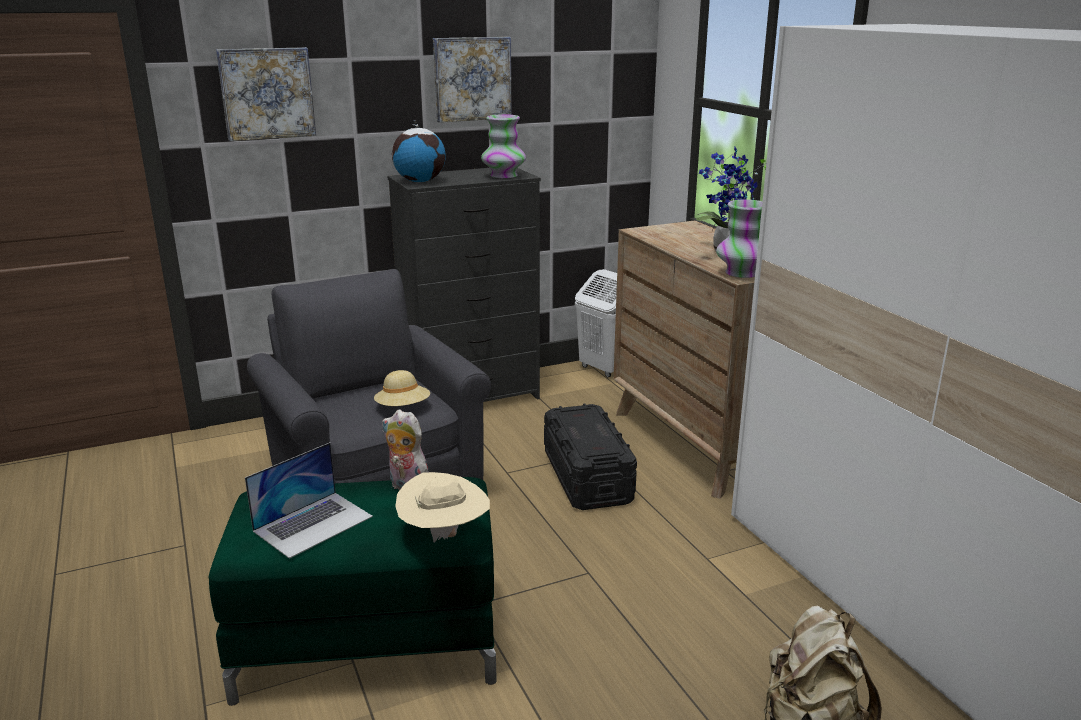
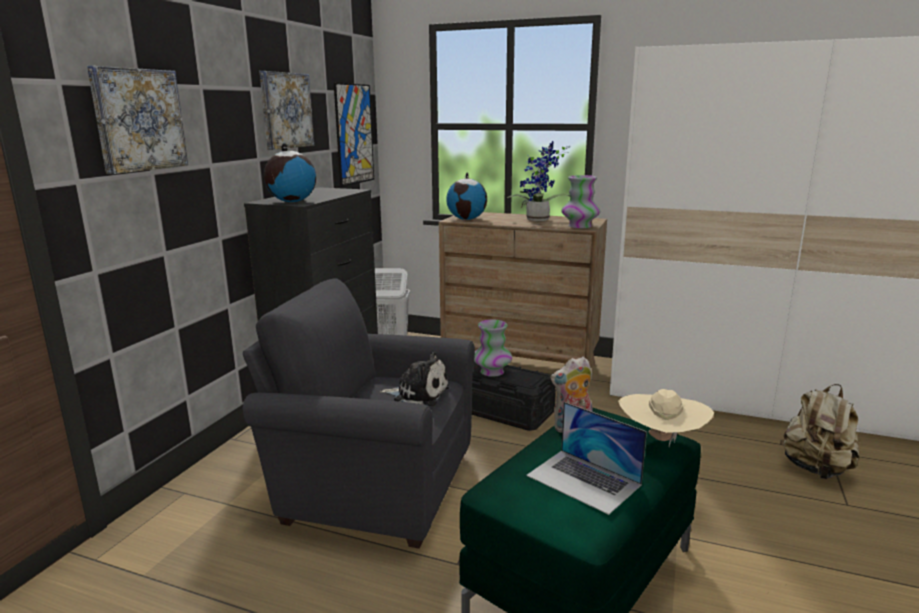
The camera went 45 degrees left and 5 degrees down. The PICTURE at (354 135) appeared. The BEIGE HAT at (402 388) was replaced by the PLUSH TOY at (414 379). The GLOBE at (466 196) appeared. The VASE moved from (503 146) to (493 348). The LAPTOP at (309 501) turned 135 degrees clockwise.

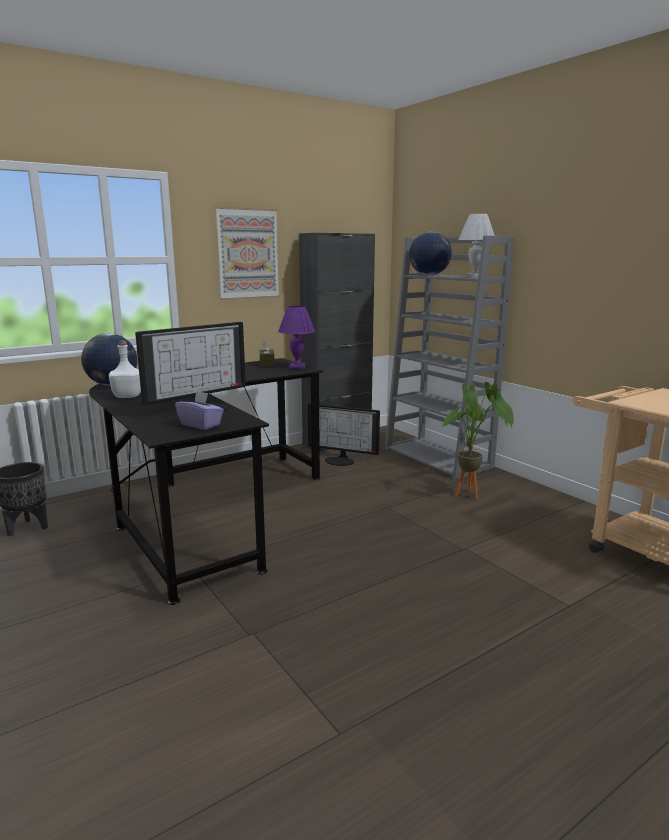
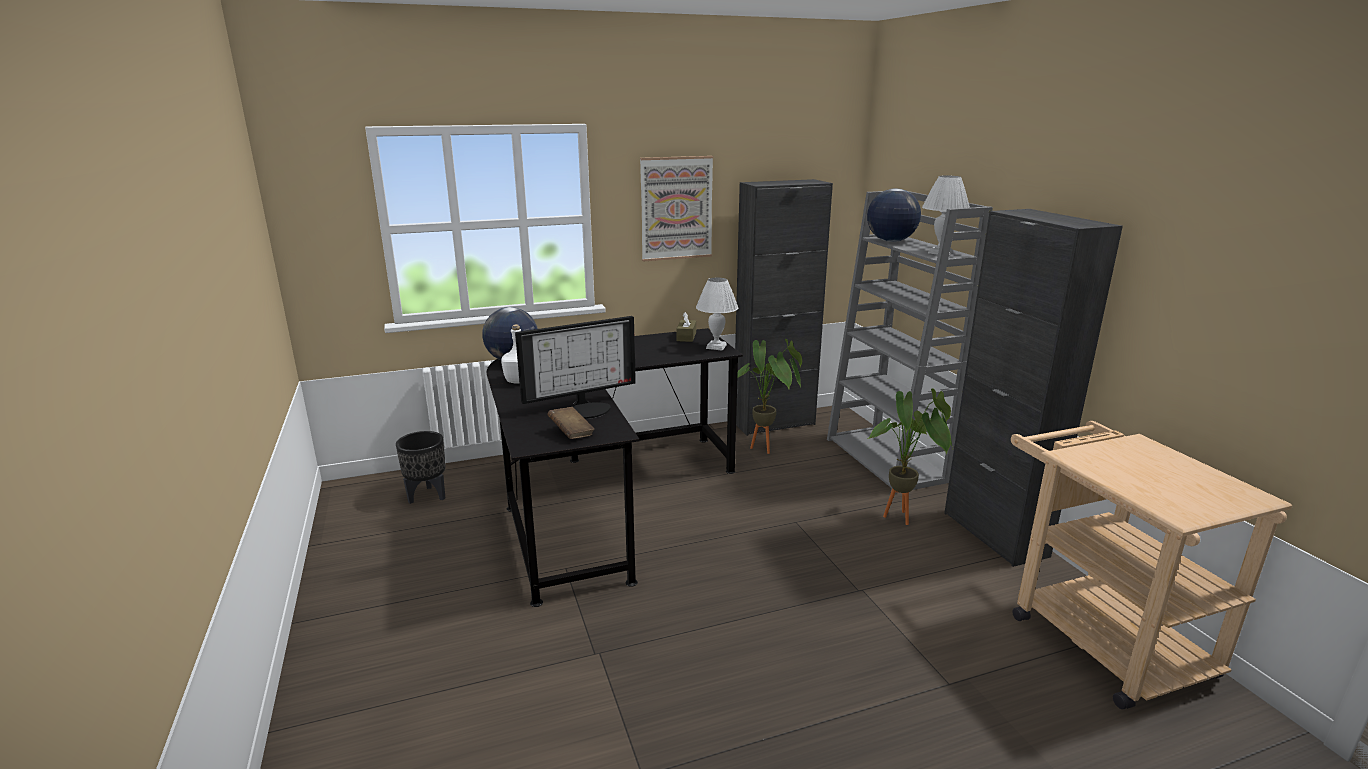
The camera went 15 degrees right and 5 degrees up. The PURPLE TISSUE BOX at (199 410) was replaced by the BROWN BOOK at (571 423). The PURPLE TABLE LAMP at (296 337) became the WHITE TABLE LAMP at (717 314). The MONITOR at (344 435) was replaced by the POTTED PLANT at (769 396). The BLACK CABINET at (1033 388) appeared.

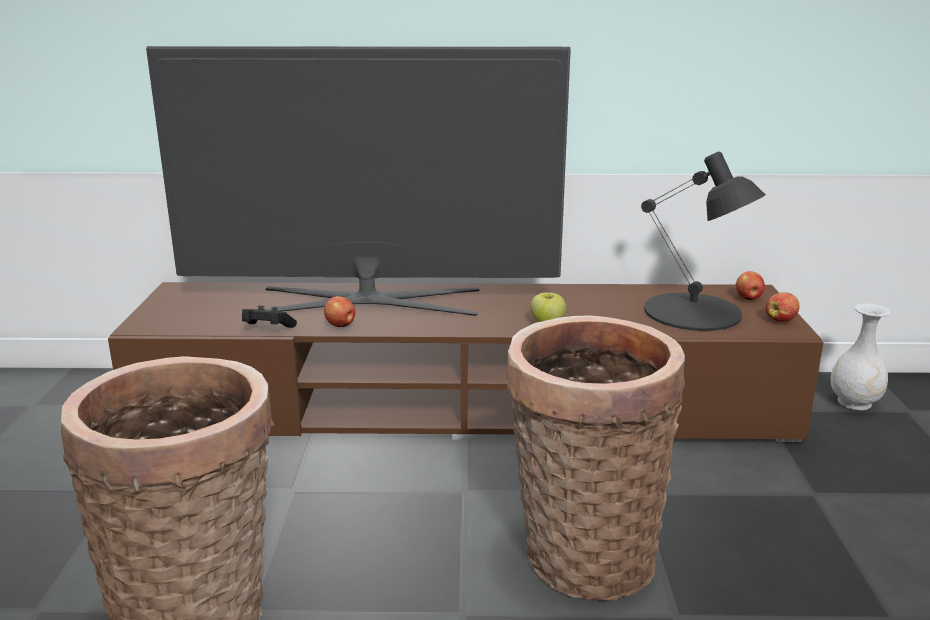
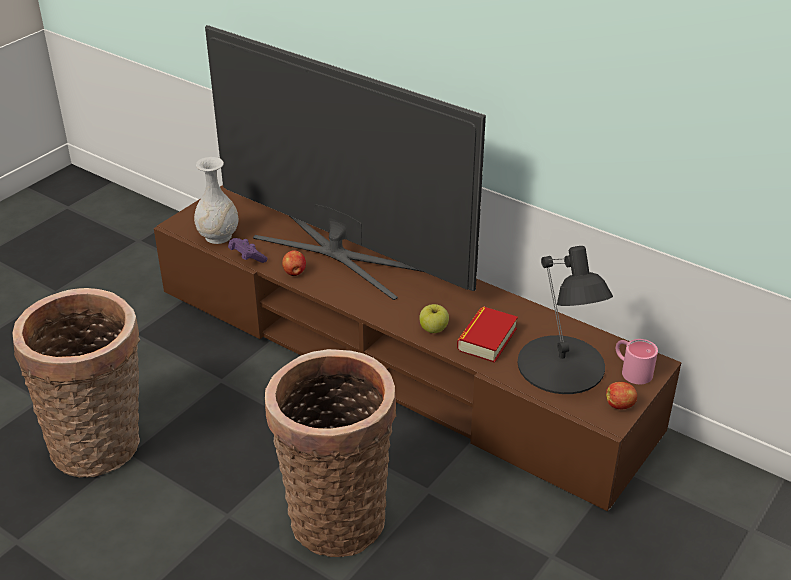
The camera went 35 degrees right and 15 degrees up. The WHITE VASE moved from (860 356) to (216 200). The BLACK GAME CONTROLLER at (269 316) became the PURPLE GAME CONTROLLER at (248 250). The BOOK at (487 334) appeared. The APPLE at (750 285) was replaced by the PINK MUG at (637 361).

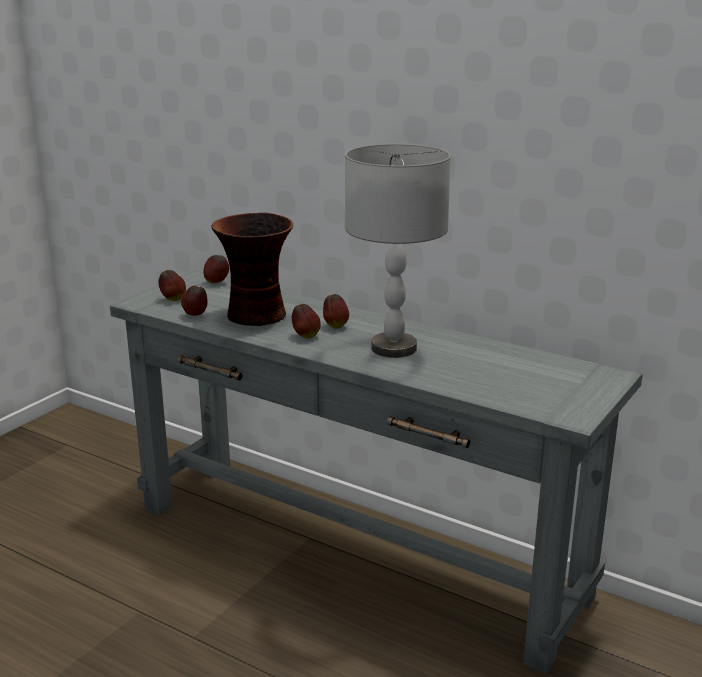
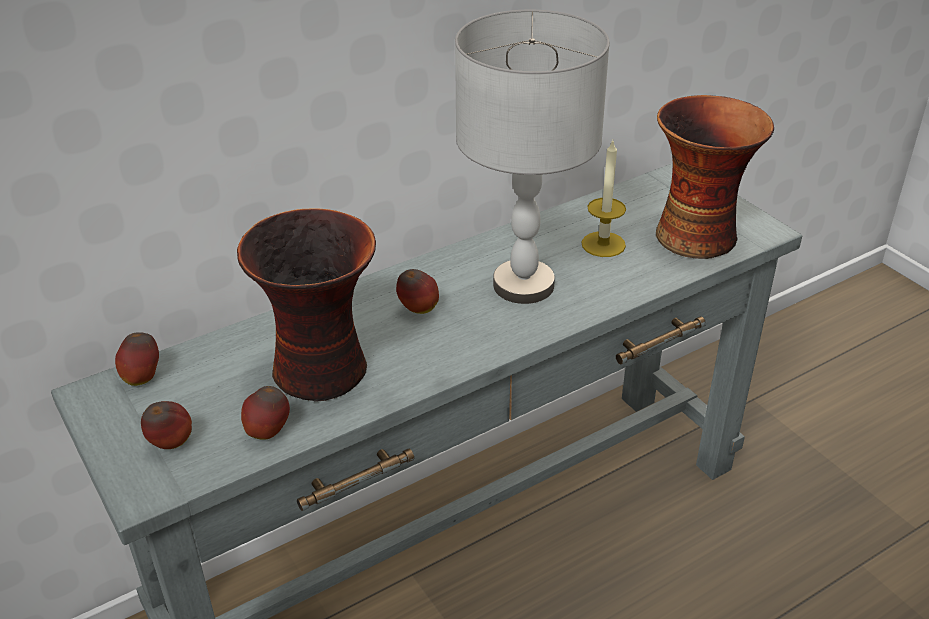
The camera went 65 degrees left and 15 degrees up. The CANDLE at (603 199) appeared. The VASE at (715 177) appeared. The APPLE at (306 321) disappeared.

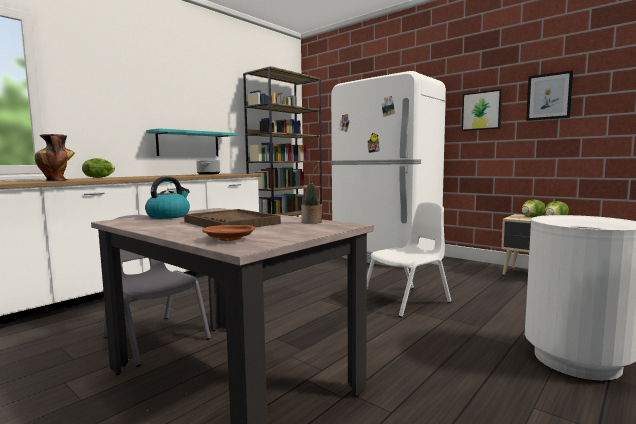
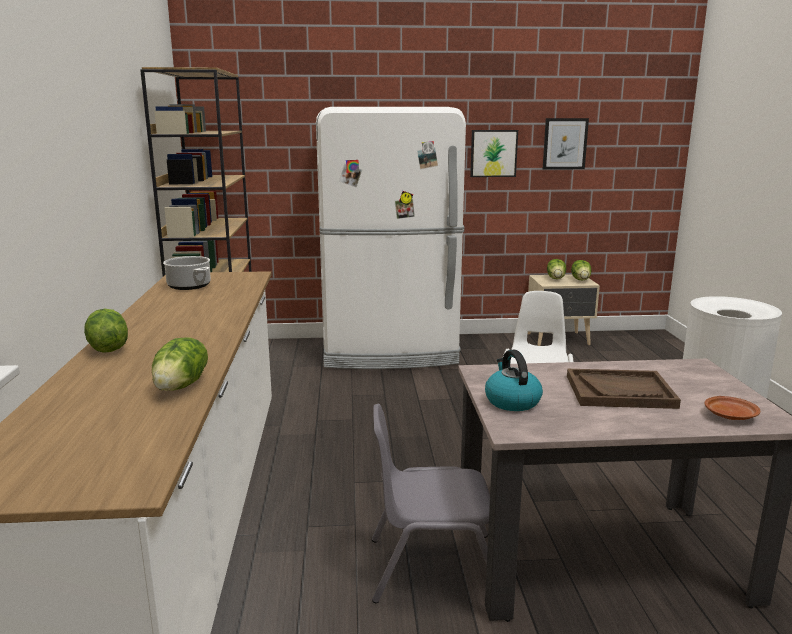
The camera went 45 degrees left and 10 degrees up. The VASE at (55 157) was replaced by the LETTUCE at (180 364). The TURQUOISE SHELF at (192 142) disappeared. The POTTED PLANT at (311 194) disappeared.

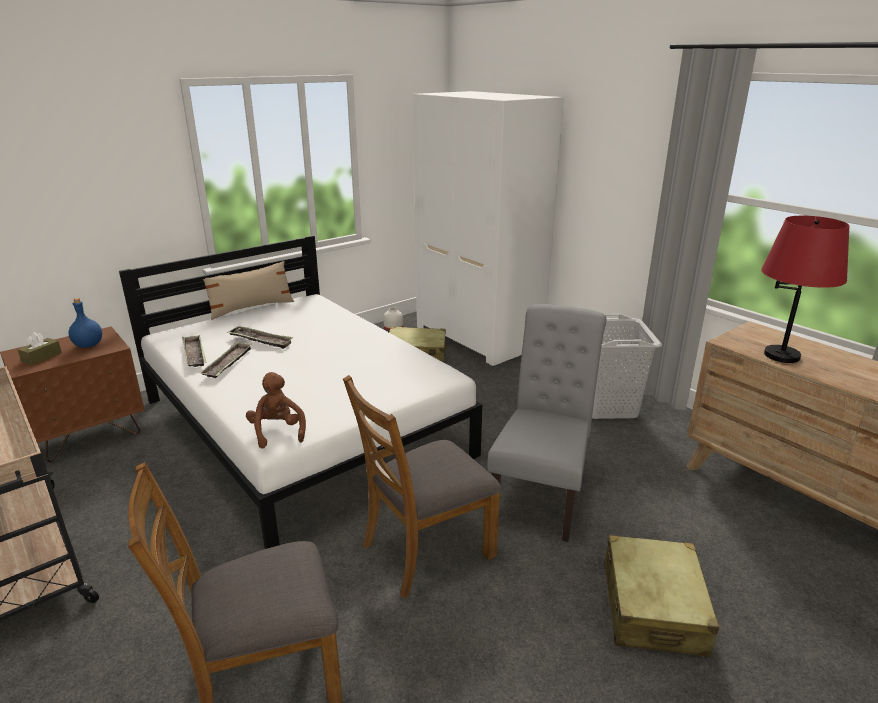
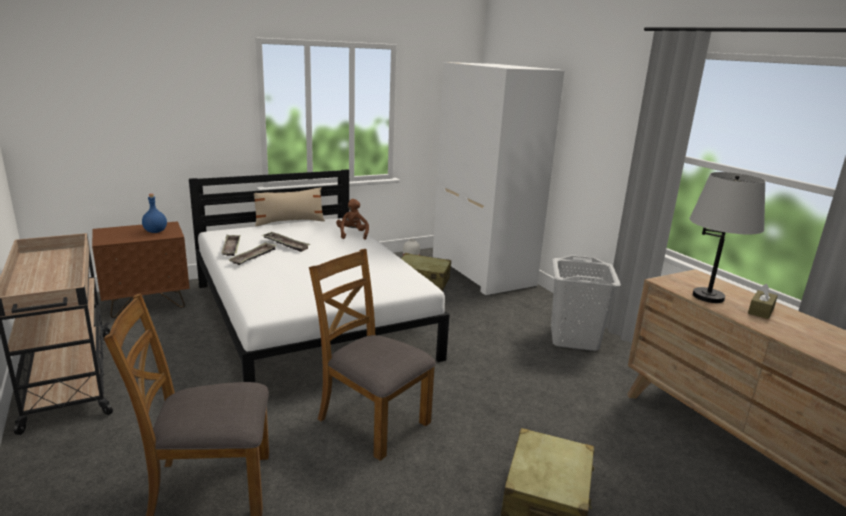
The camera went 10 degrees right and 5 degrees down. The BROWN CHAIR at (422 486) turned 60 degrees clockwise. The BROWN PLUSH TOY moved from (276 410) to (352 219). The RED TABLE LAMP at (805 289) became the GREY TABLE LAMP at (727 237). The BROWN TISSUE BOX moved from (40 348) to (763 301). The GREY CHAIR at (546 423) disappeared.

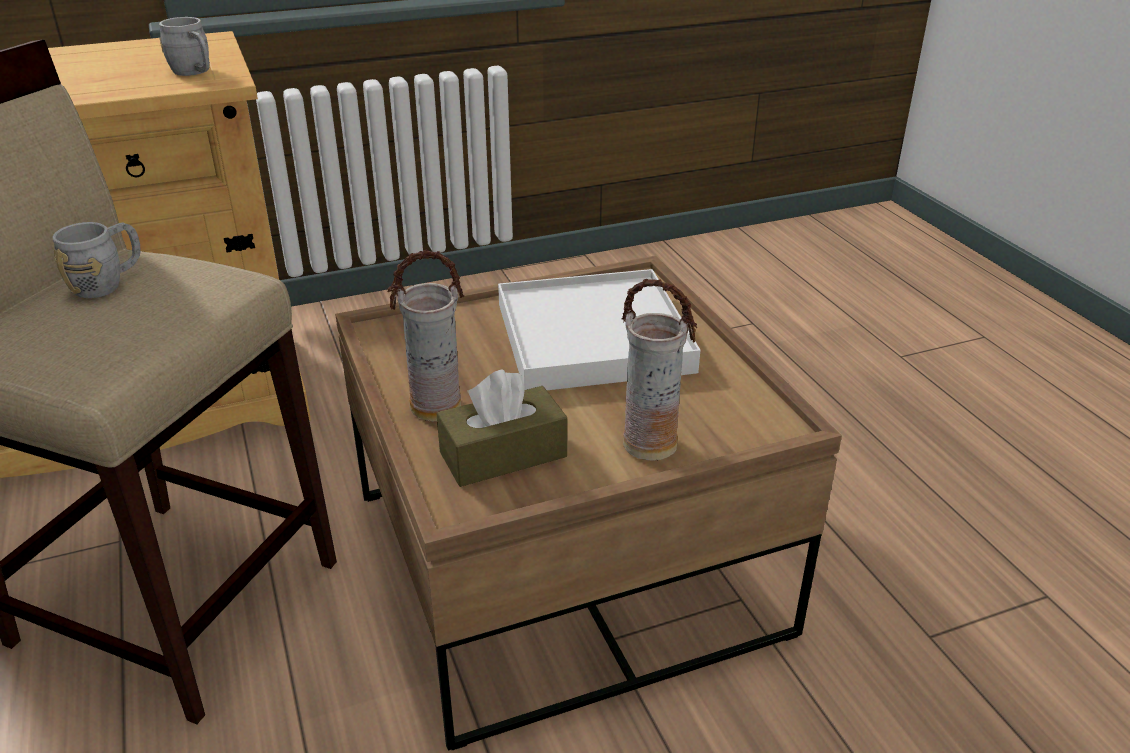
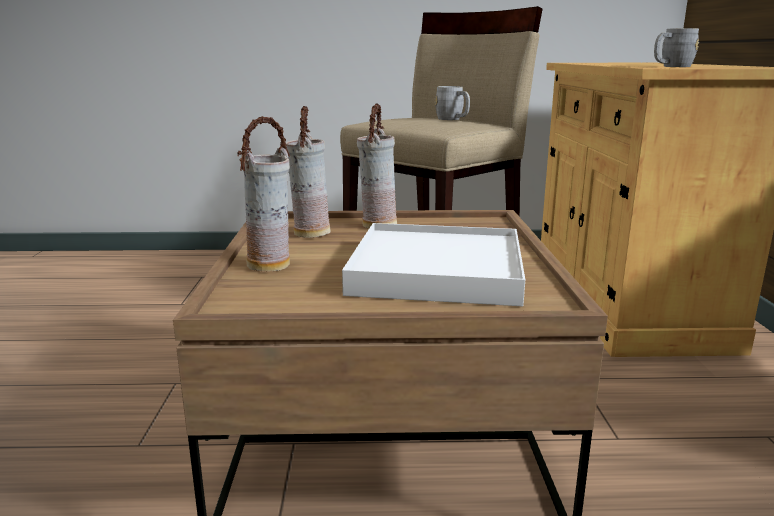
The camera went 110 degrees right and 15 degrees down. The BROWN TISSUE BOX at (501 428) was replaced by the VASE at (308 172).

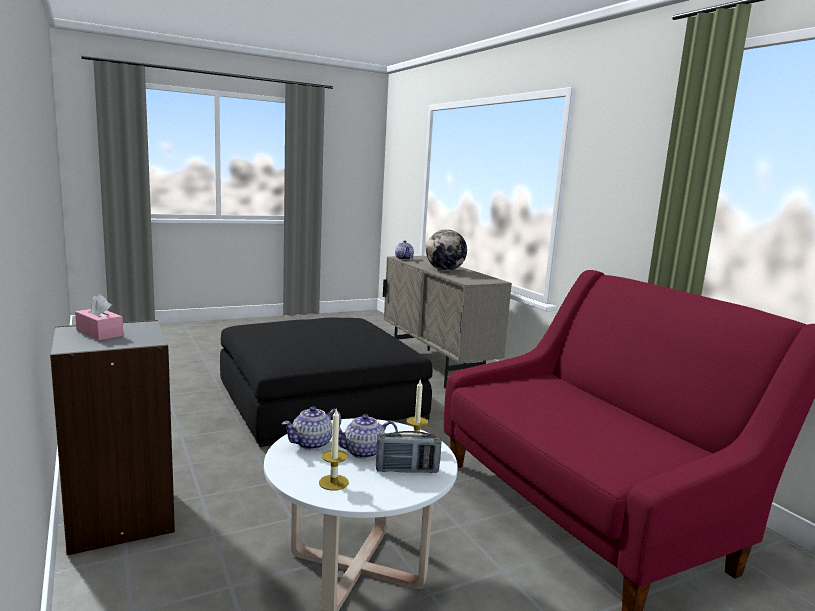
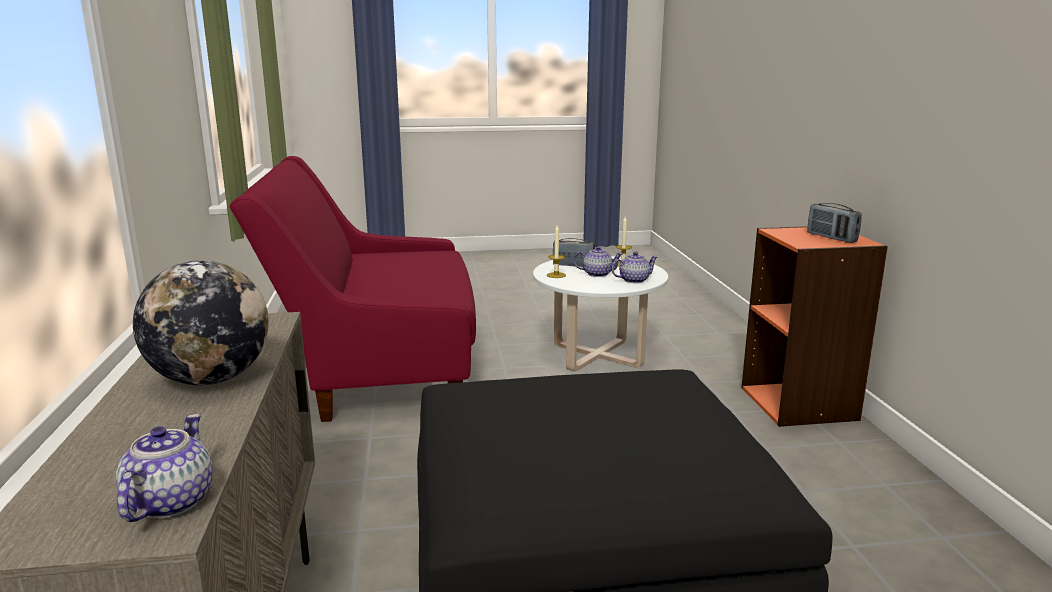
The camera went 160 degrees left and 5 degrees up. The GREY BOOKCASE at (112 437) became the ORANGE BOOKCASE at (814 326). The PINK TISSUE BOX at (99 317) was replaced by the RADIO at (834 223).

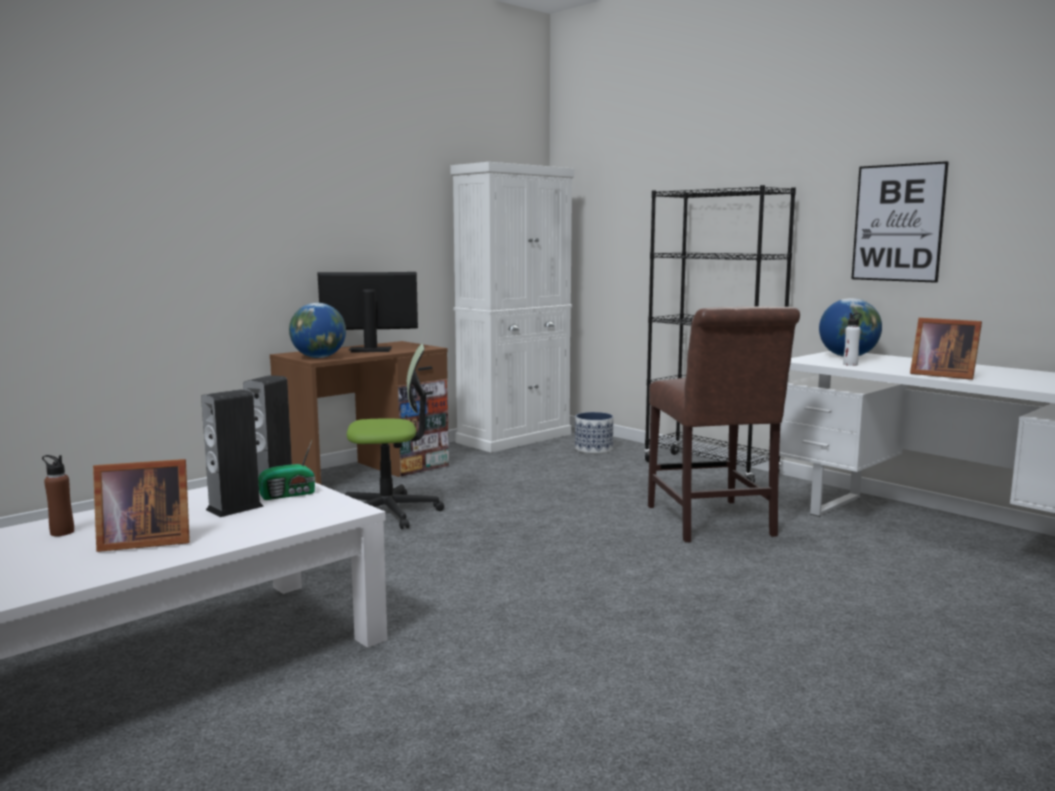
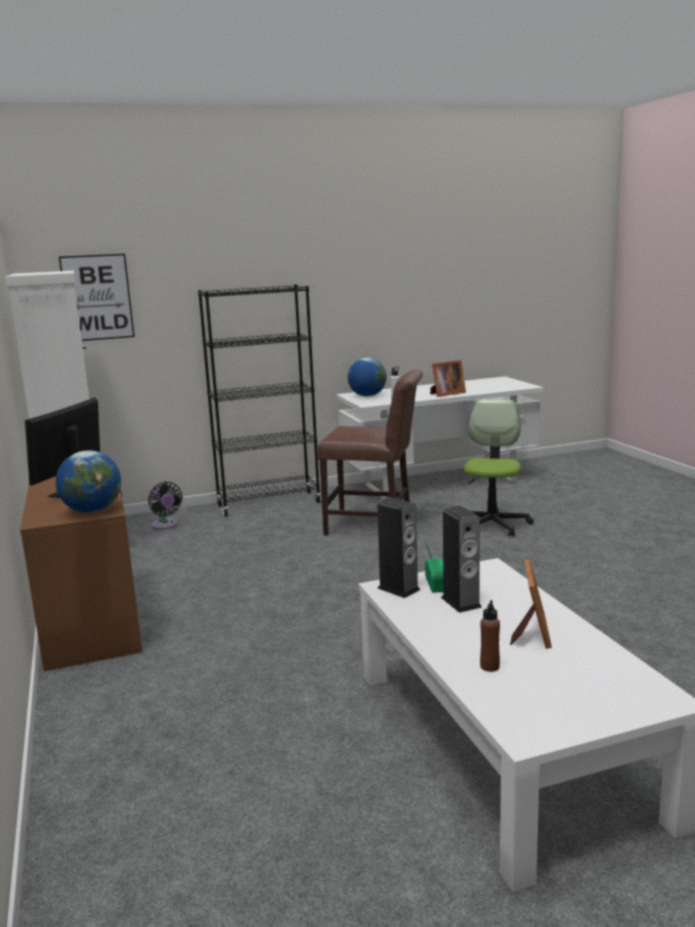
The camera went 65 degrees left and 5 degrees up. The PICTURE moved from (900 222) to (97 297). The PLANTER at (594 433) was replaced by the BLACK FAN at (165 505). The OFFICE CHAIR moved from (394 436) to (499 468).

